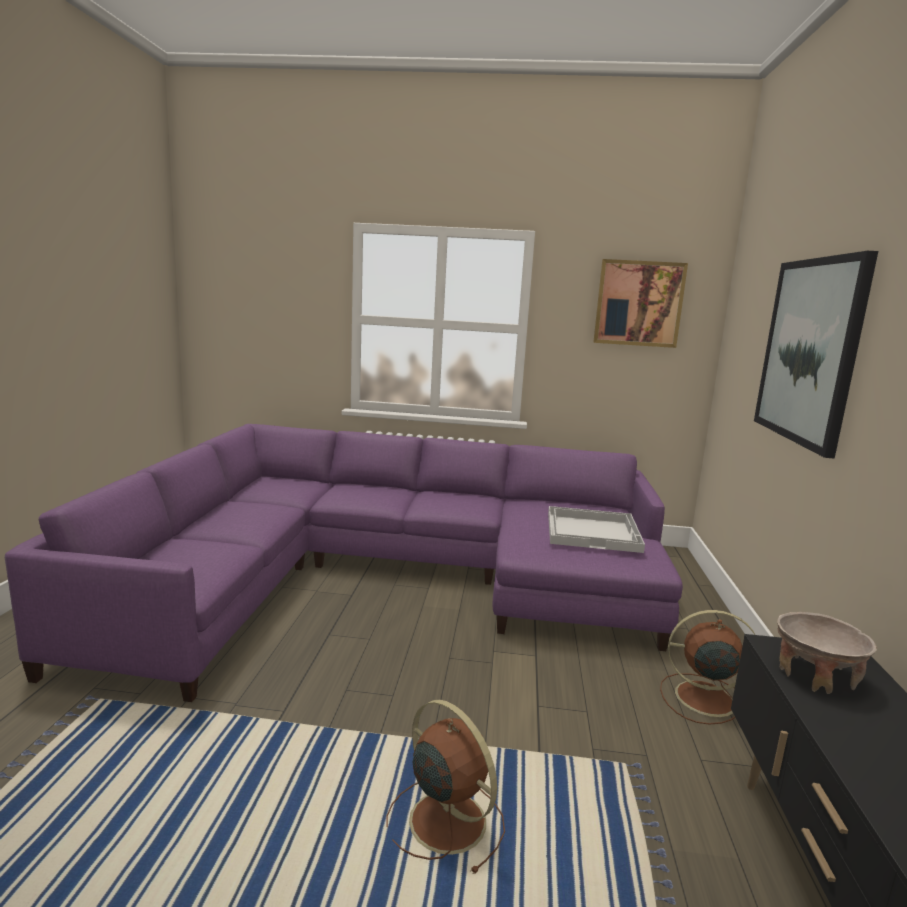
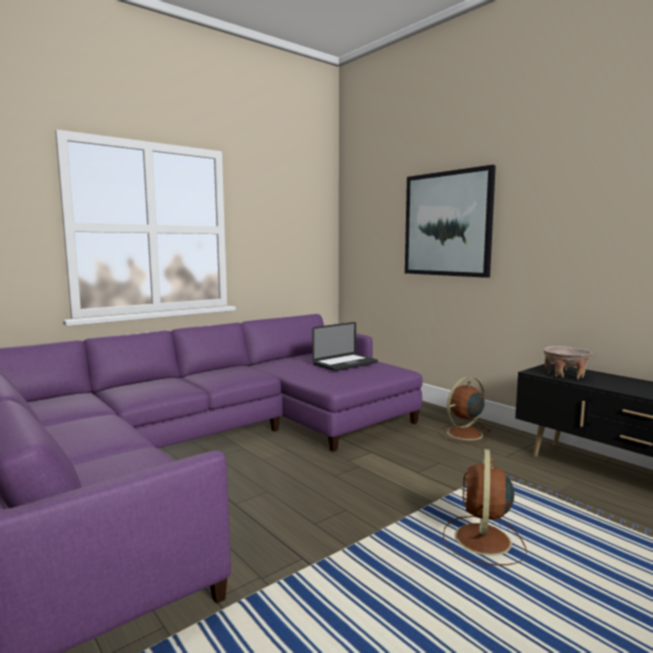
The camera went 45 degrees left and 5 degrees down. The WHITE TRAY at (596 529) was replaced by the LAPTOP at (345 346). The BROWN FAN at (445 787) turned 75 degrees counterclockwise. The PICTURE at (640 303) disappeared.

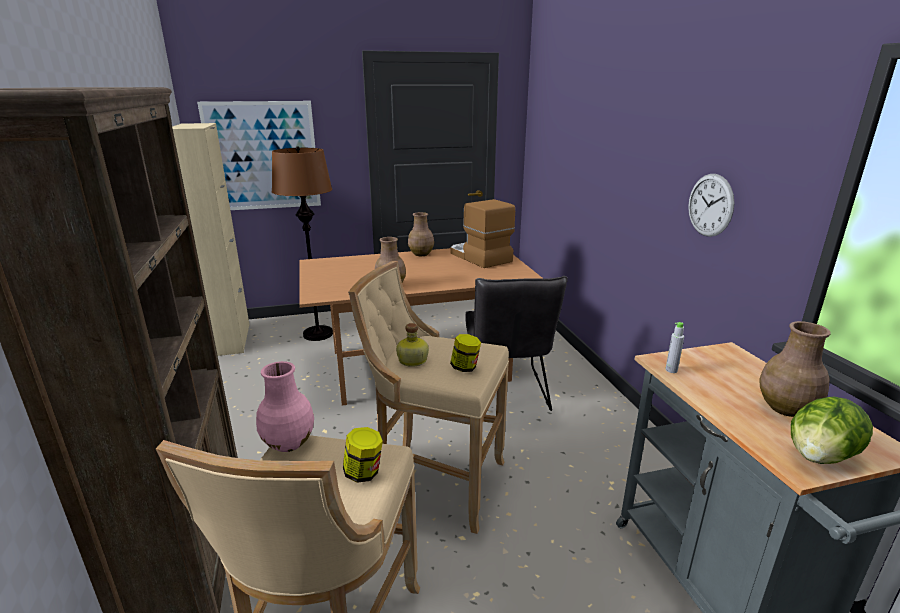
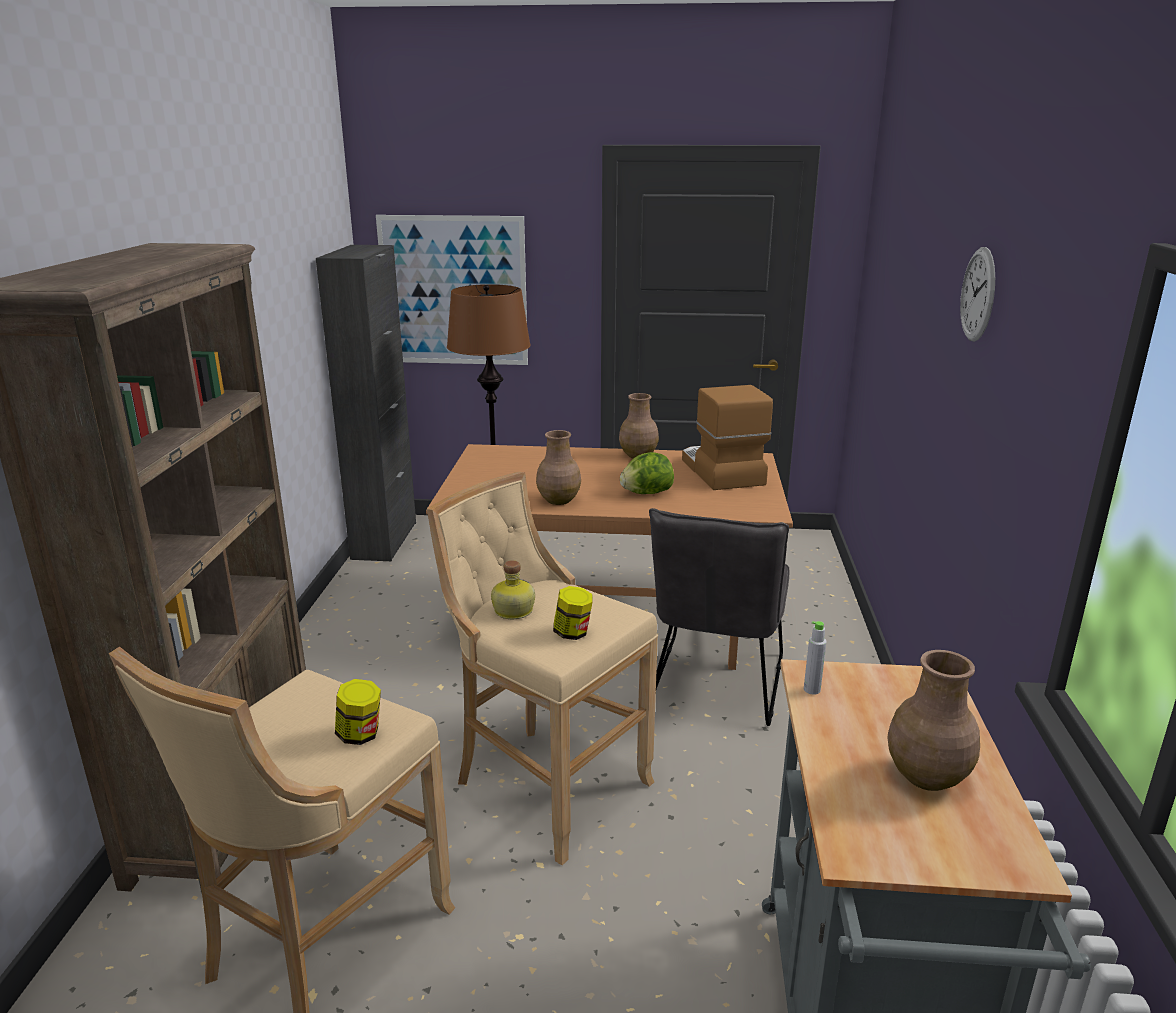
The camera went 20 degrees right and 0 degrees up. The BEIGE CABINET at (211 239) became the BLACK CABINET at (366 403). The LETTUCE moved from (832 430) to (647 473). The WALL CLOCK moved from (711 205) to (977 294). The PINK VASE at (285 406) disappeared.

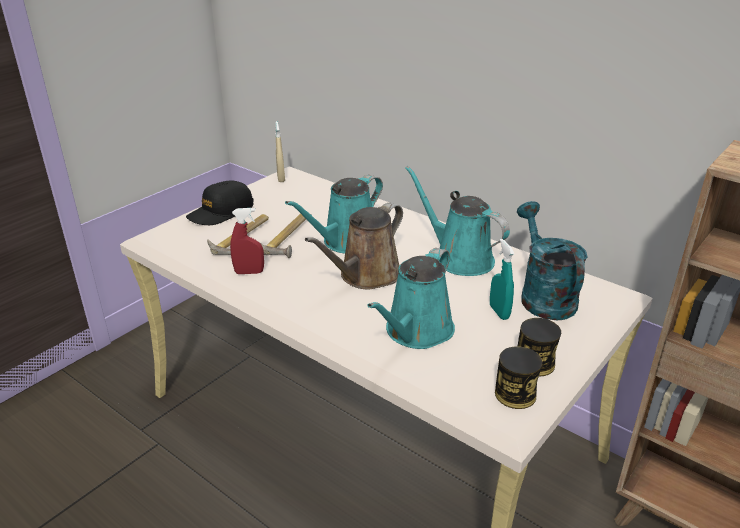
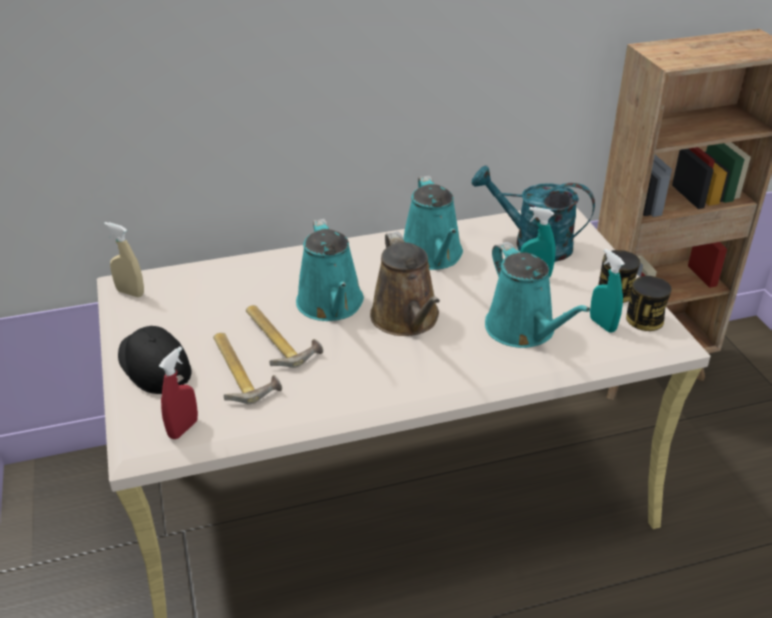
The camera went 55 degrees left and 5 degrees up. The BLACK CAP at (220 202) turned 150 degrees clockwise. The RED SPRAY BOTTLE moved from (247 241) to (178 392). The TURQUOISE WATERING CAN at (457 221) turned 90 degrees counterclockwise. The TURQUOISE SPRAY BOTTLE at (607 291) appeared.

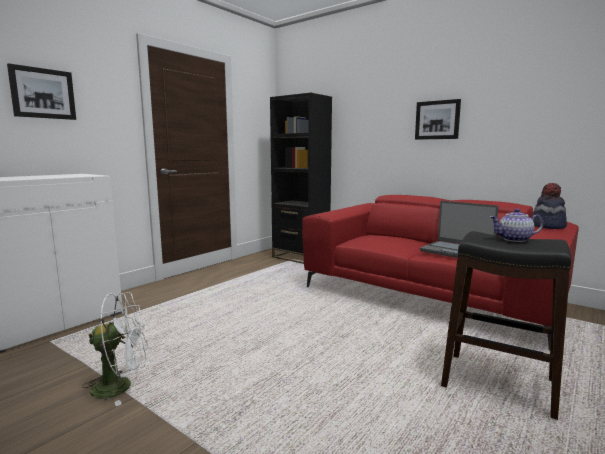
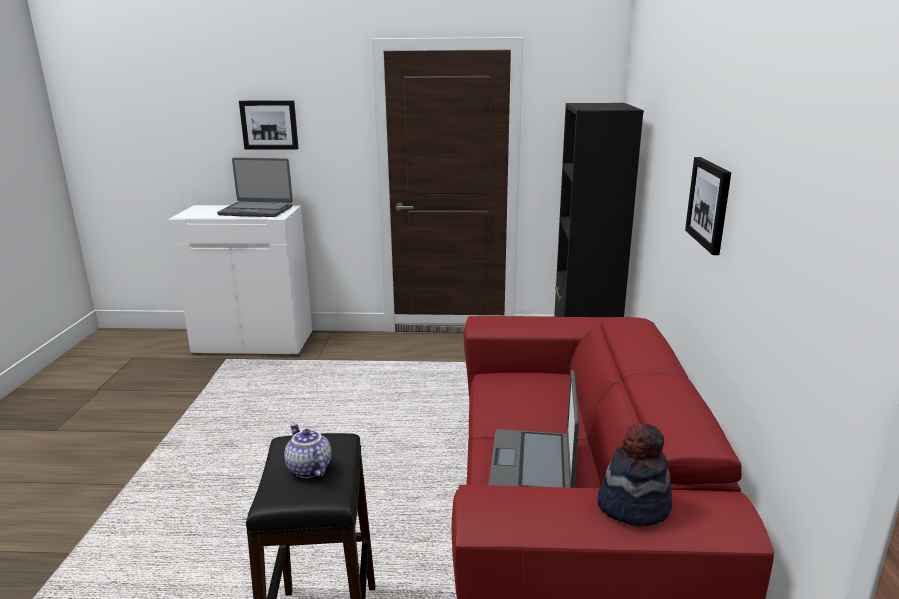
The camera went 55 degrees right and 10 degrees up. The LAPTOP at (255 187) appeared. The WHITE FAN at (115 349) disappeared.

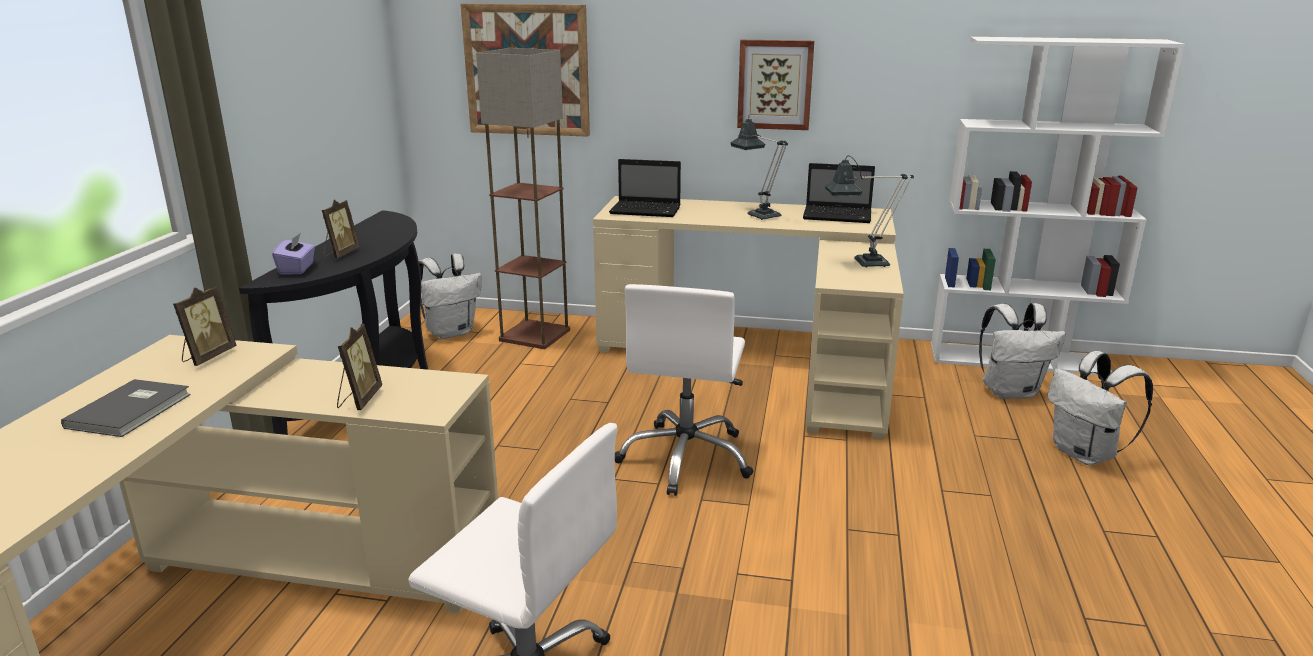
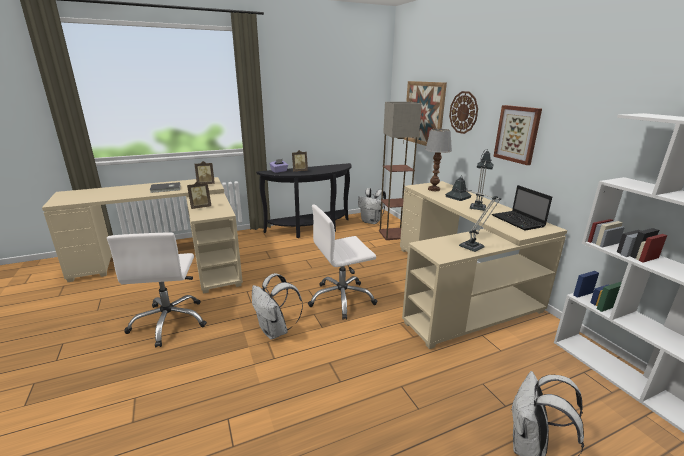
The camera went 55 degrees right and 0 degrees up. The WHITE BACKPACK moved from (1022 351) to (277 306). The LAPTOP at (645 188) was replaced by the TABLE LAMP at (438 160). The WALL CLOCK at (463 112) appeared.

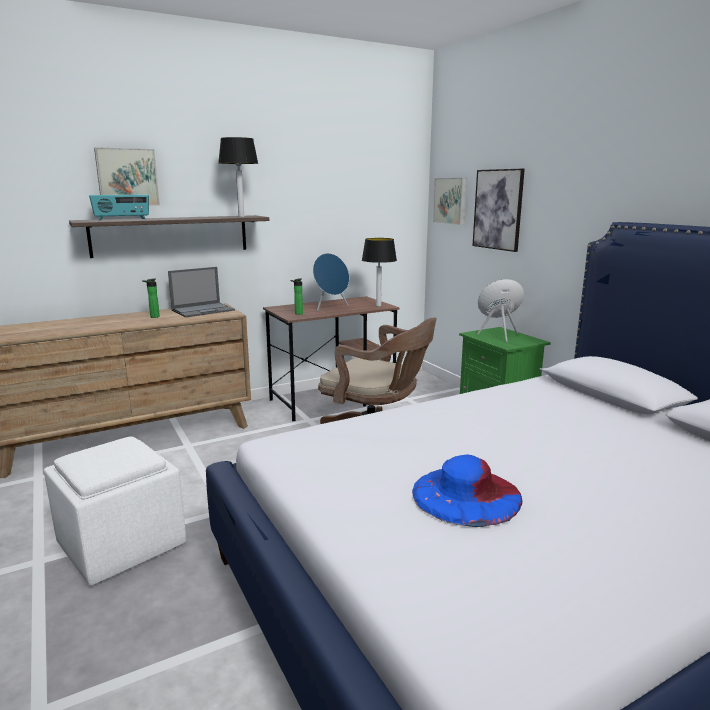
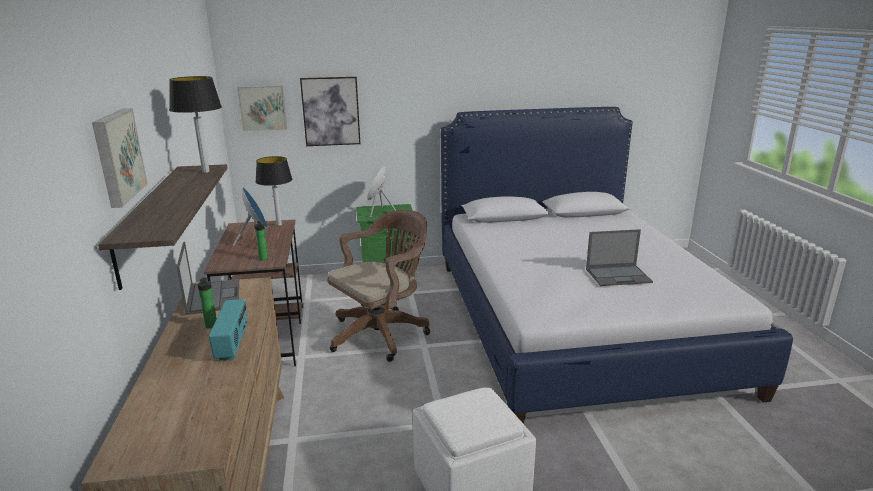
The camera went 70 degrees left and 5 degrees up. The RADIO moved from (119 207) to (228 329). The BLUE HAT at (467 490) was replaced by the LAPTOP at (619 257).

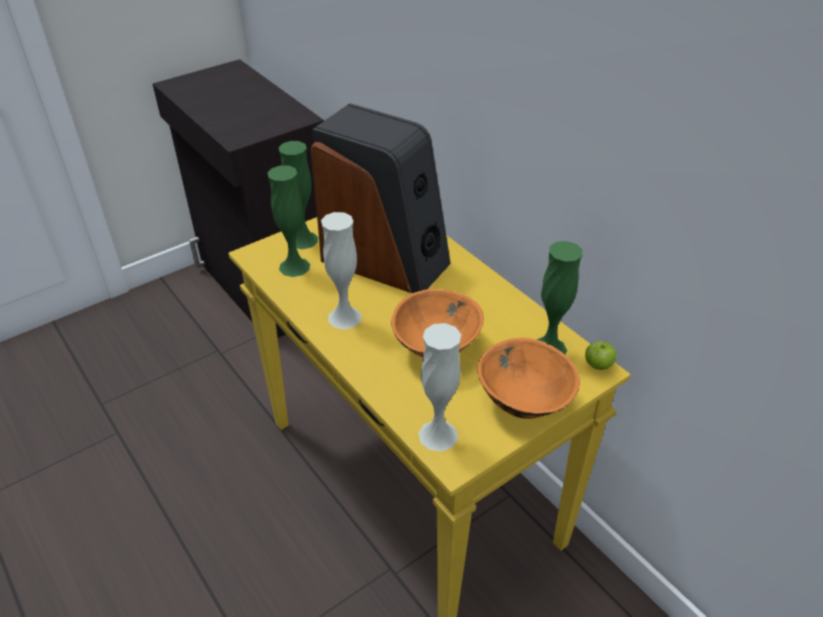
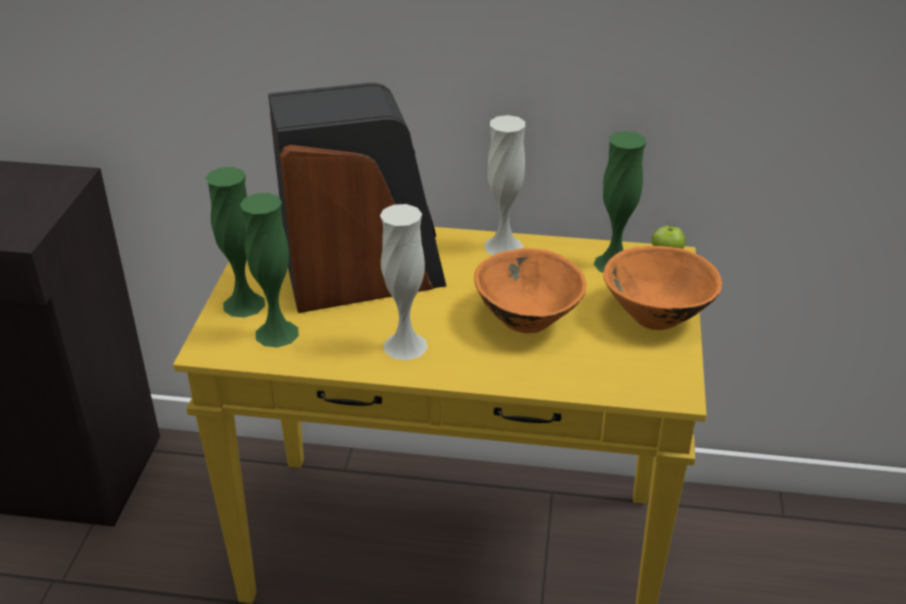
The camera went 45 degrees left and 5 degrees down. The WHITE VASE moved from (439 387) to (504 185).

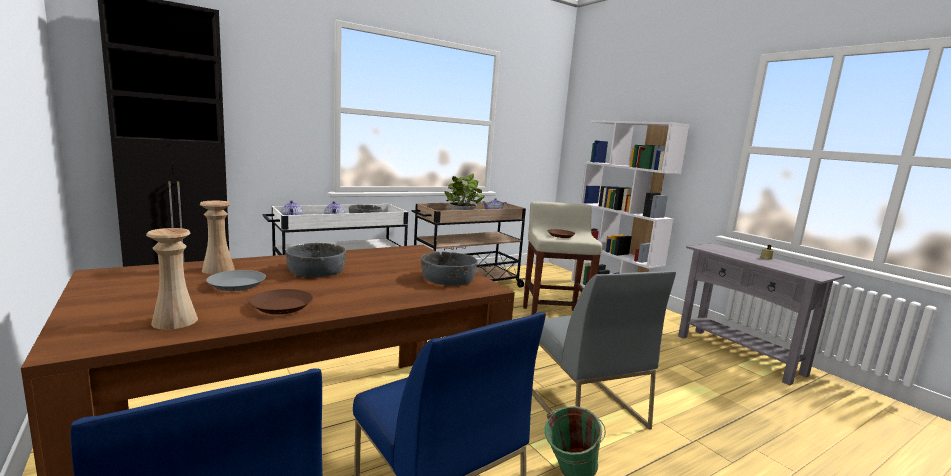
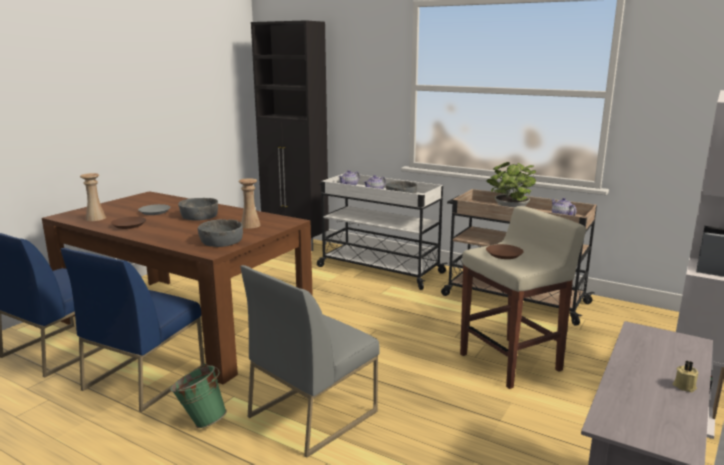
The camera went 65 degrees right and 5 degrees up. The BEIGE VASE moved from (217 237) to (249 203).

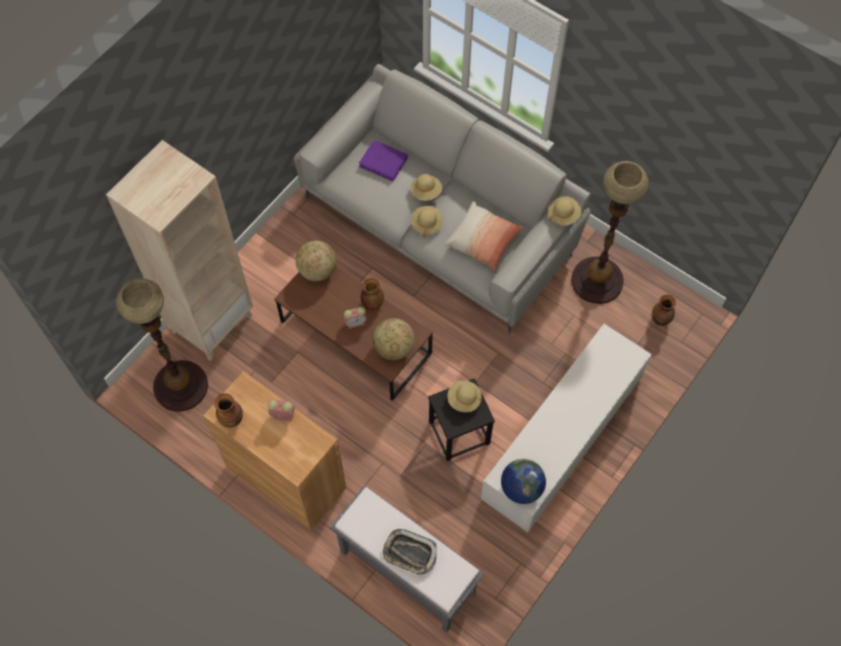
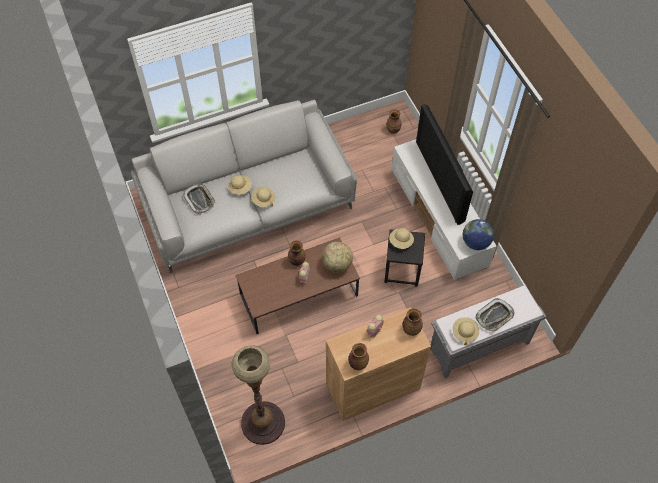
The camera went 60 degrees left and 5 degrees down. The PURPLE BOOK at (383 160) was replaced by the TRAY at (199 198). The VASE at (413 322) appeared. The TELEVISION at (444 164) appeared. The BEIGE HAT moved from (565 210) to (466 331). The BEIGE BOOKCASE at (179 250) disappeared. The GLOBE at (316 261) disappeared. The PILLOW at (484 235) disappeared. The FLOOR LAMP at (610 232) disappeared.

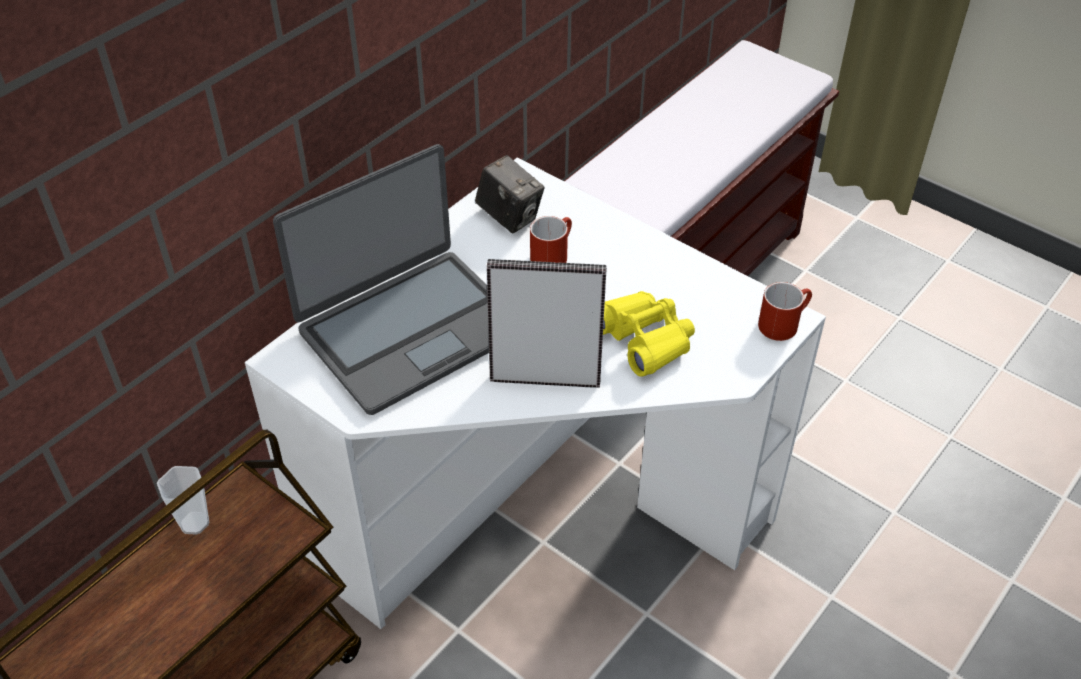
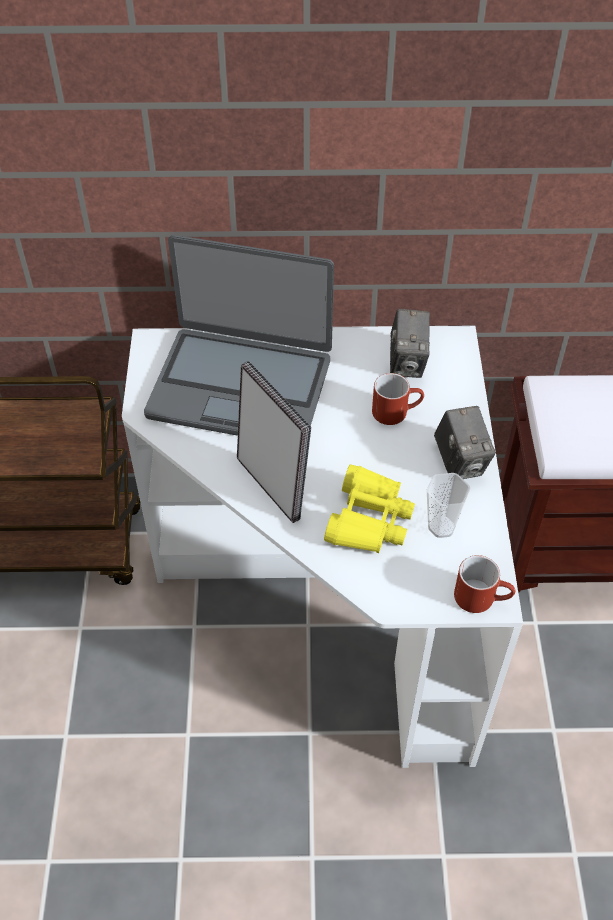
The camera went 50 degrees right and 5 degrees up. The CUP moved from (183 500) to (449 505). The PHOTO CAMERA at (465 442) appeared.

